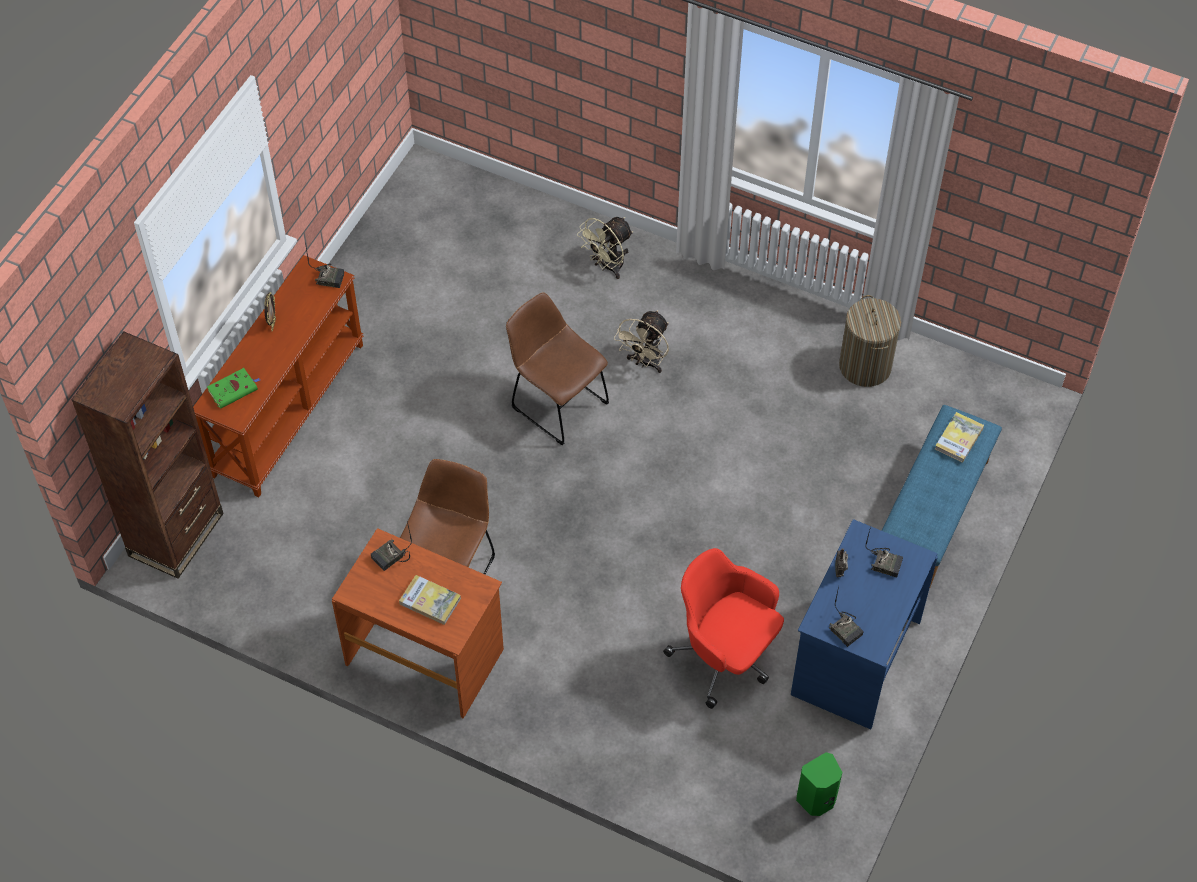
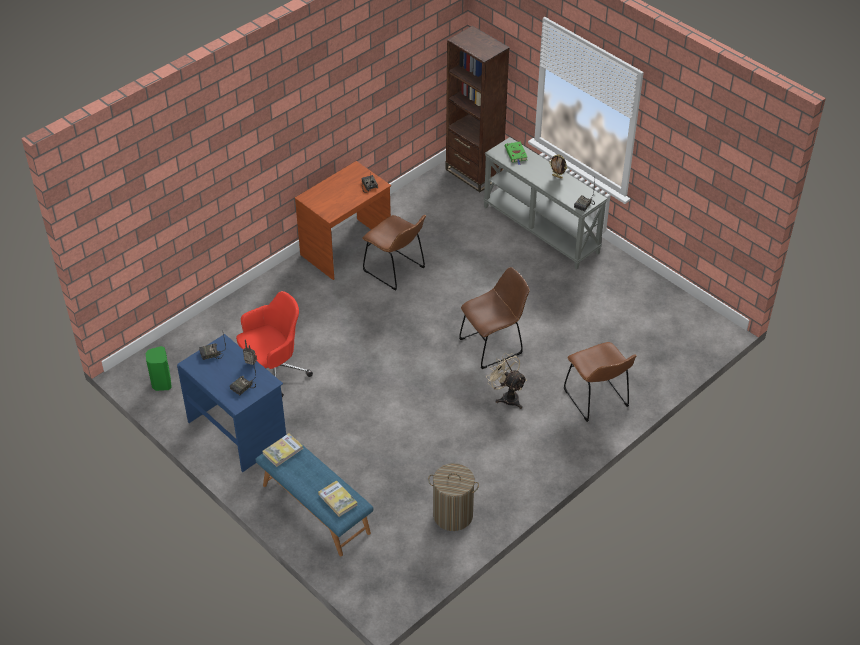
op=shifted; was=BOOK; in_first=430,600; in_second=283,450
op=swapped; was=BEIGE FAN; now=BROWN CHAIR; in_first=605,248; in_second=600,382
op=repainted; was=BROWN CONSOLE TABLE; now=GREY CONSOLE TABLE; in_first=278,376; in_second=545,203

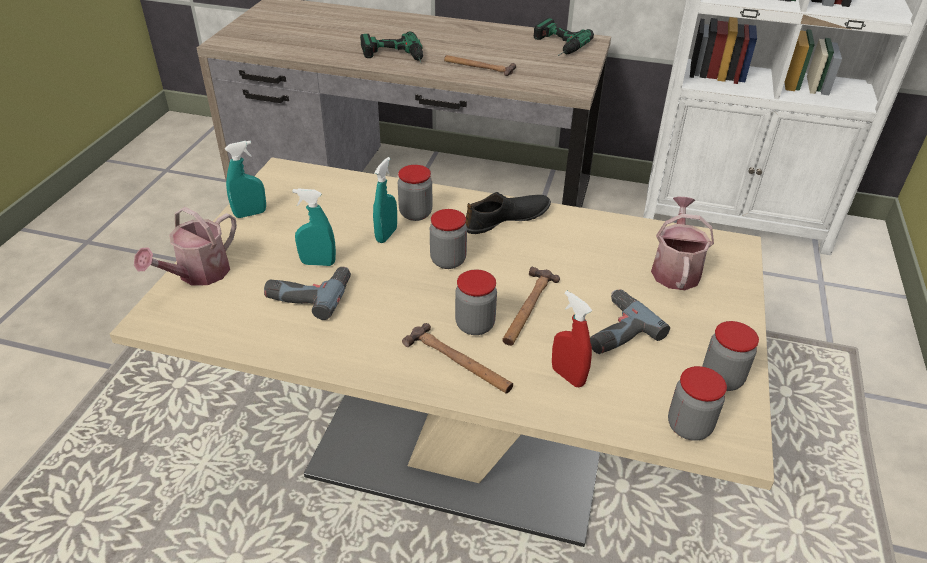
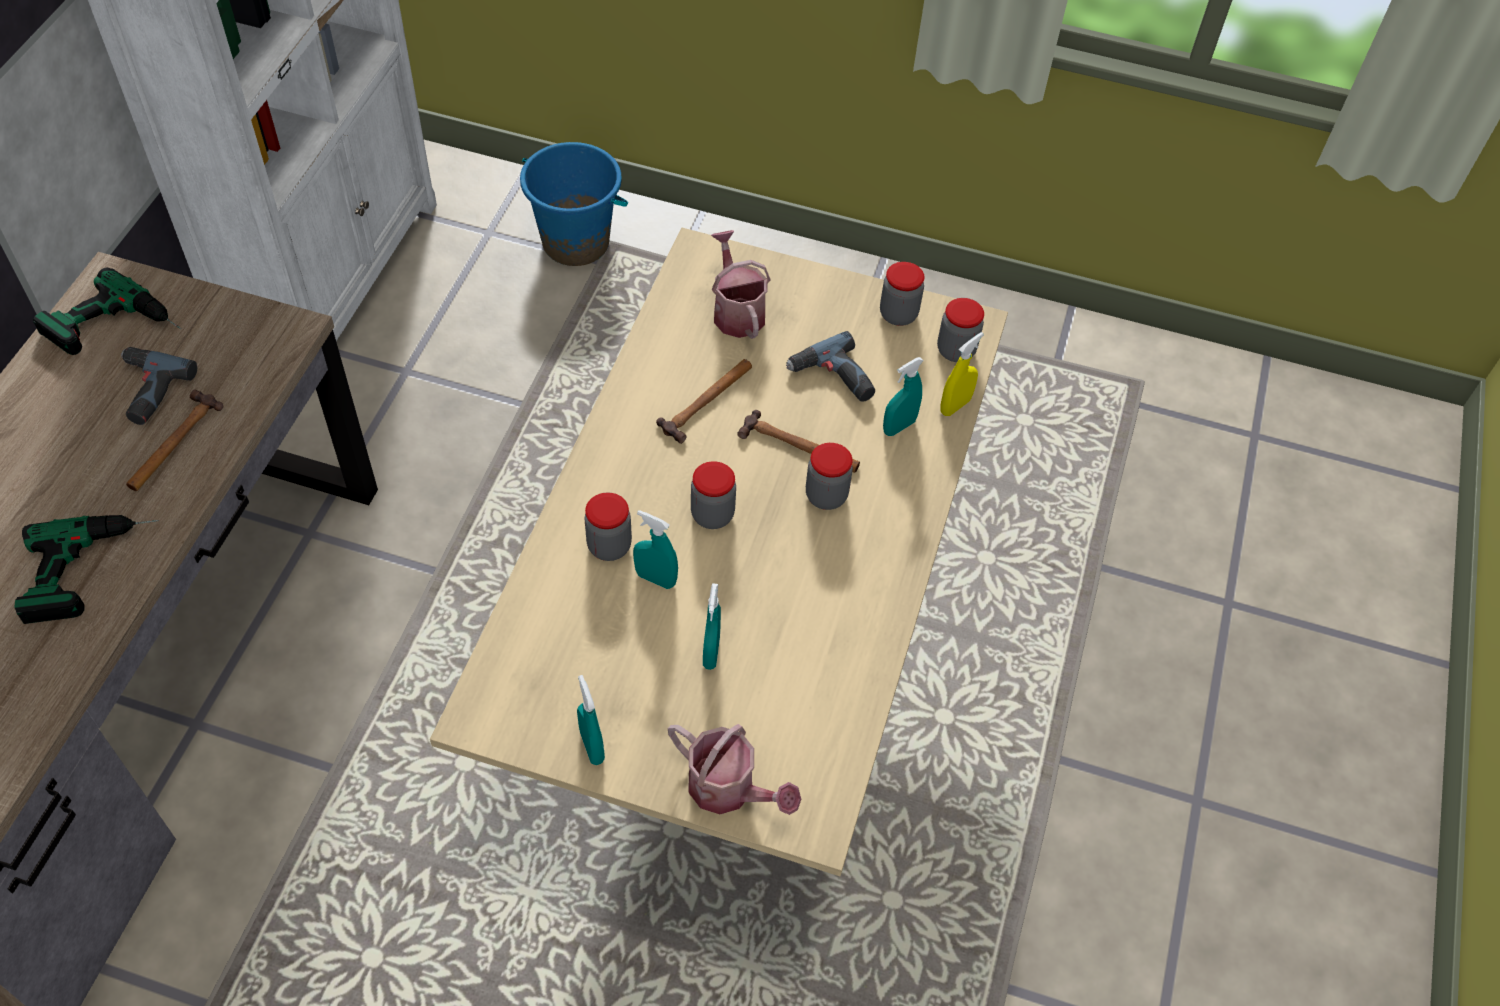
op=gone; was=BLACK SHOE; in_first=508,213
op=new; now=BLUE BUCKET; in_second=574,204
op=new; now=YELLOW SPRAY BOTTLE; in_second=962,374
op=shifted; was=POWER DRILL; in_first=307,293; in_second=159,386
op=shifted; was=HAMMER; in_first=457,358; in_second=704,401
op=repainted; was=RED SPRAY BOTTLE; now=TURQUOISE SPRAY BOTTLE; in_first=572,339; in_second=903,396
op=rotated; was=WATERING CAN; in_first=682,243; in_second=741,284; clockwise=60

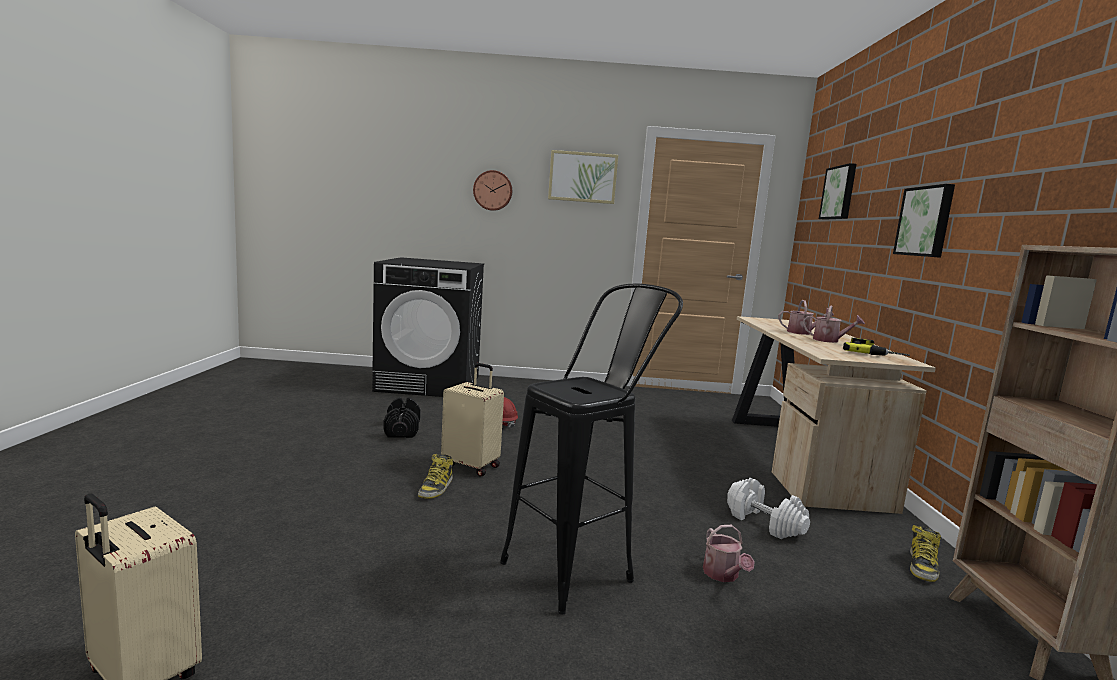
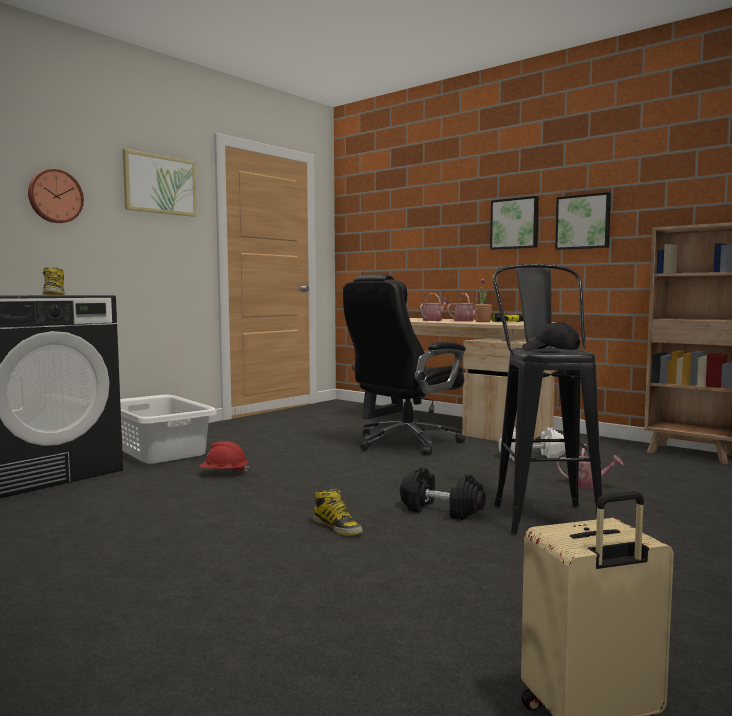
op=gone; was=BEIGE SUITCASE; in_first=472,420
op=new; now=WHITE LAUNDRY BASKET; in_second=168,429
op=new; now=BLACK OFFICE CHAIR; in_second=404,365
op=new; now=POTTED PLANT; in_second=483,300
op=new; now=BLACK CAP; in_second=551,336
op=shifted; was=BLACK DUMBBELL; in_first=402,417; in_second=443,494
op=shifted; was=PICTURE; in_first=837,191; in_second=583,221
op=shifted; was=BOOT; in_first=925,553; in_second=54,281

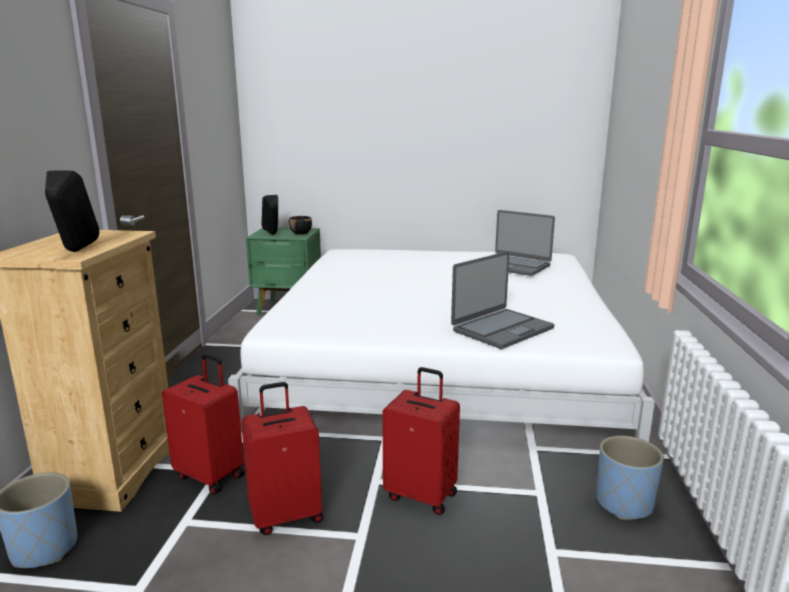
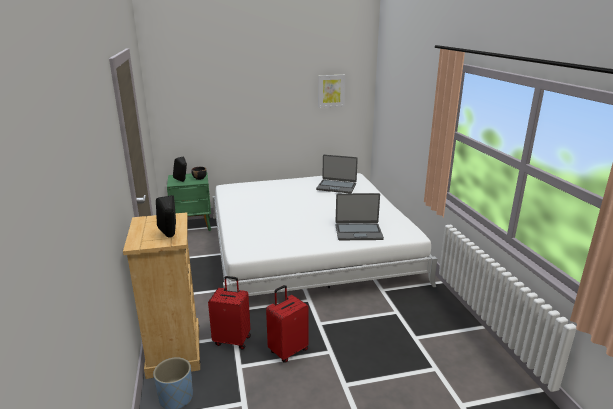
op=gone; was=RED SUITCASE; in_first=421,441
op=gone; was=BLUE PLANTER; in_first=630,478
op=new; now=PICTURE; in_second=331,91
op=rotated; was=LAPTOP; in_first=502,300; in_second=360,216; clockwise=60

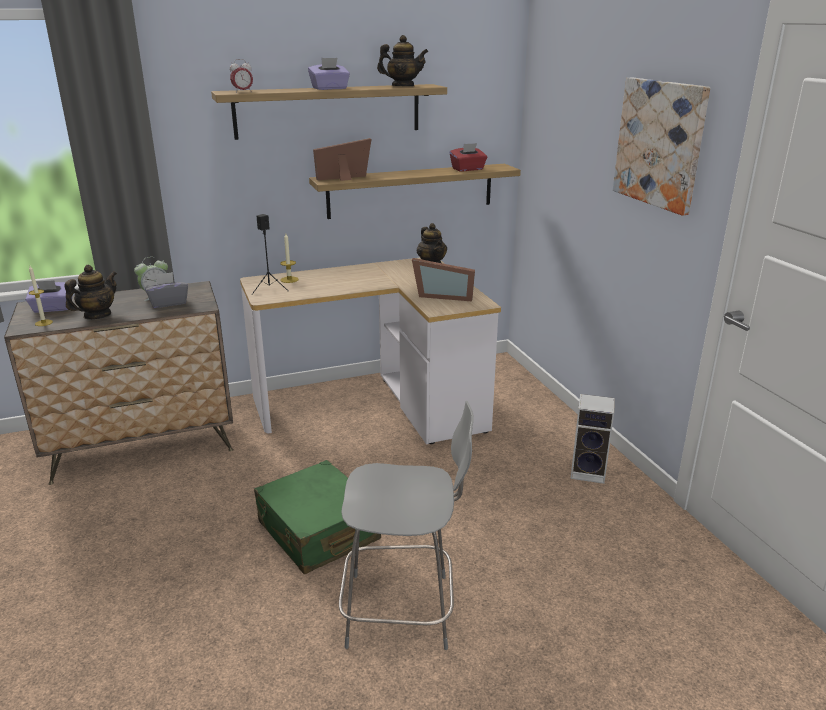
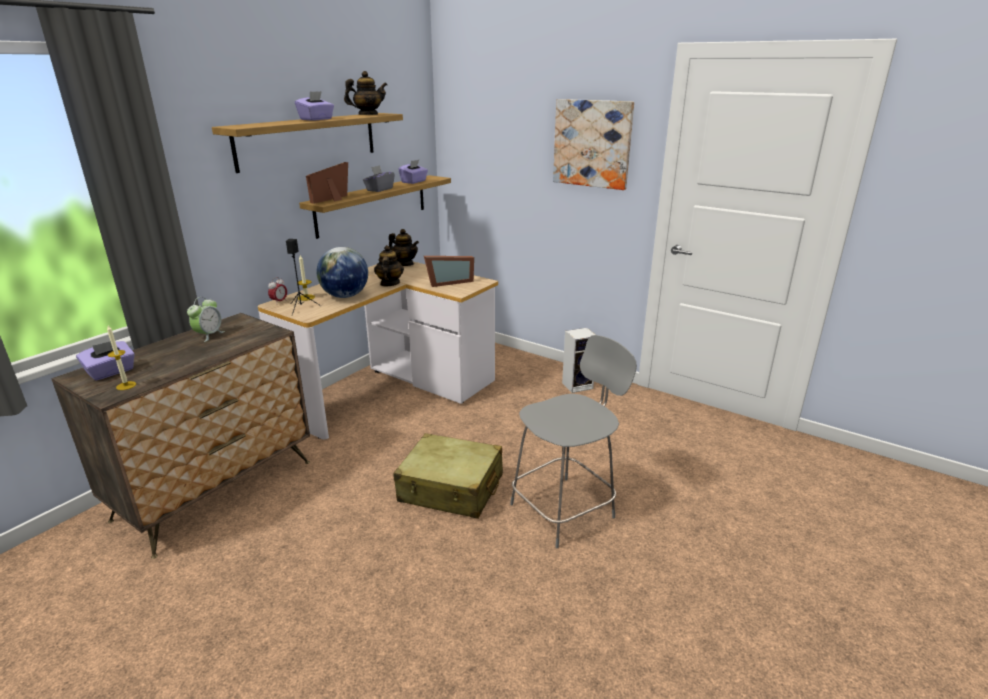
op=new; now=GLOBE; in_second=342,272
op=shifted; was=TEAPOT; in_first=91,292; in_second=389,266
op=shifted; was=GREY TISSUE BOX; in_first=166,290; in_second=379,178
op=shifted; was=ALARM CLOCK; in_first=241,76; in_second=277,291
op=repainted; was=GREEN SUITCASE; now=BEIGE SUITCASE; in_first=317,517; in_second=448,476
op=repainted; was=RED TISSUE BOX; now=PURPLE TISSUE BOX; in_first=468,157; in_second=413,172

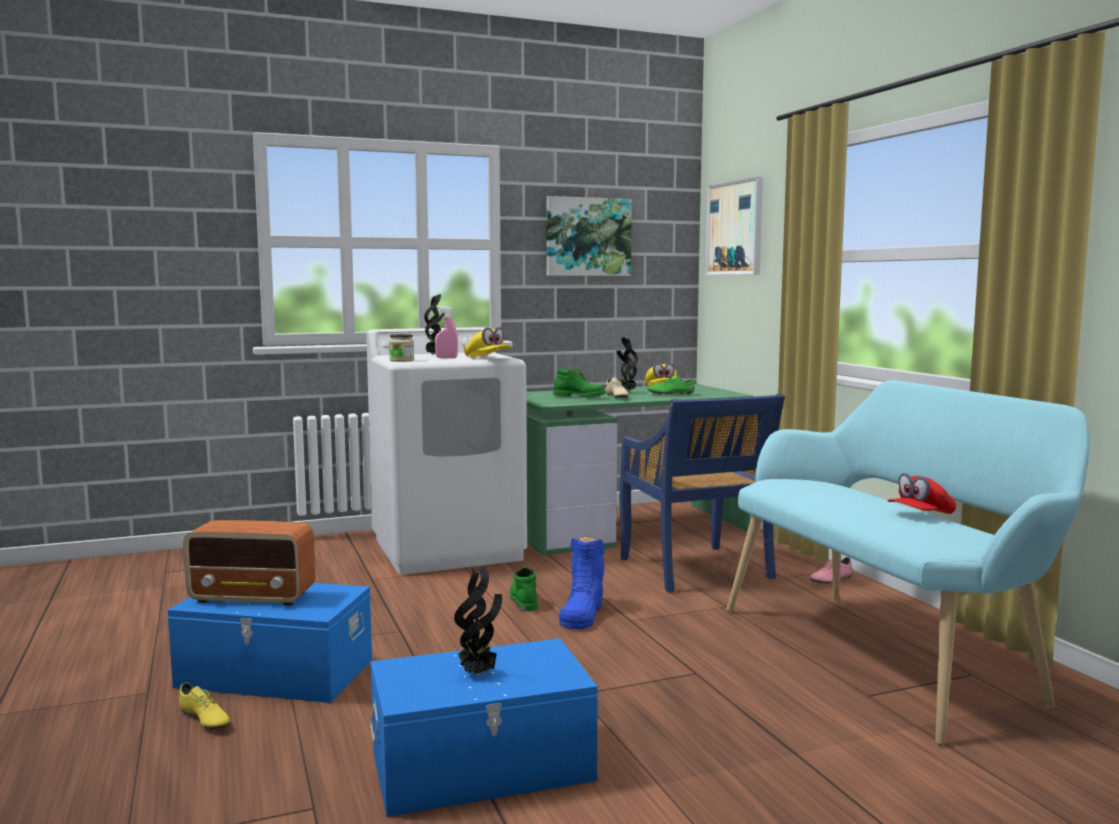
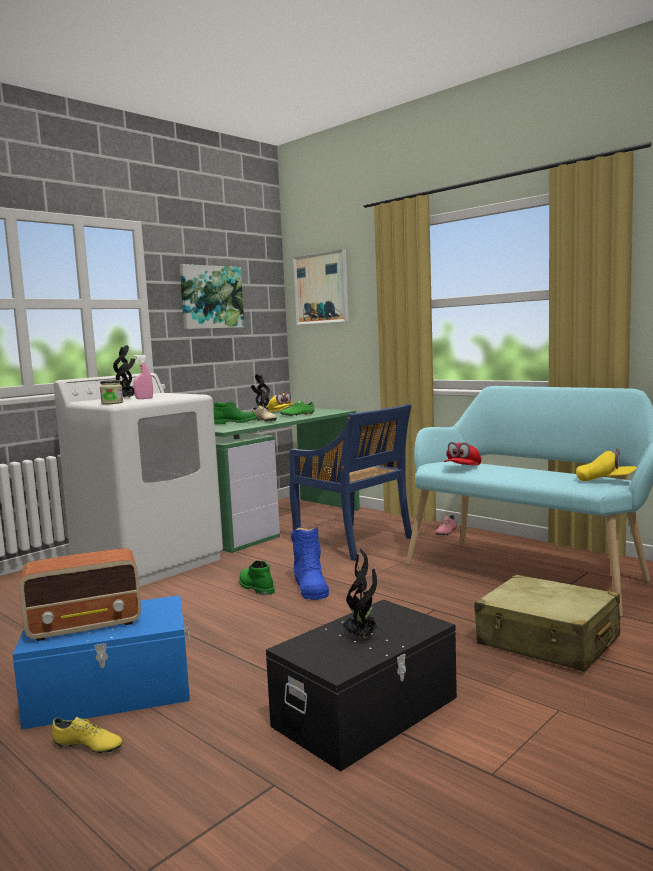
op=new; now=BEIGE SUITCASE; in_second=547,623
op=shifted; was=YELLOW CAP; in_first=487,342; in_second=606,464
op=shifted; was=RED CAP; in_first=921,493; in_second=463,453
op=repainted; was=BLUE STORAGE BOX; now=BLACK STORAGE BOX; in_first=484,727; in_second=361,685

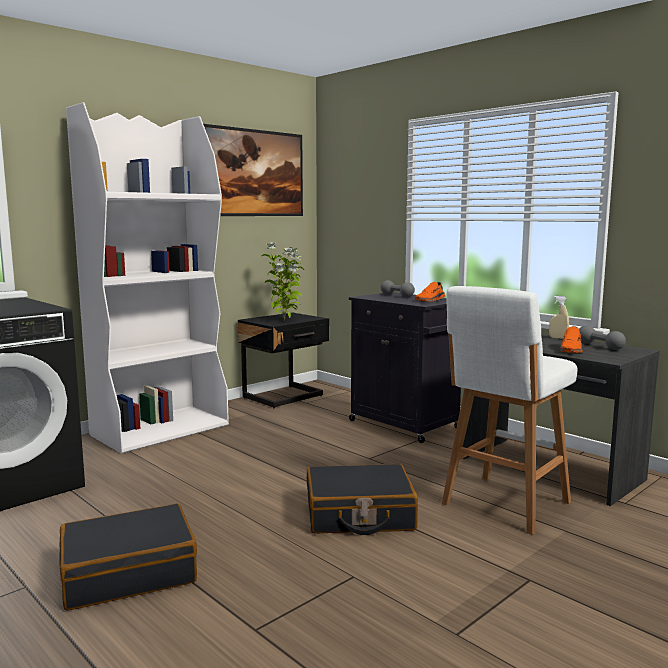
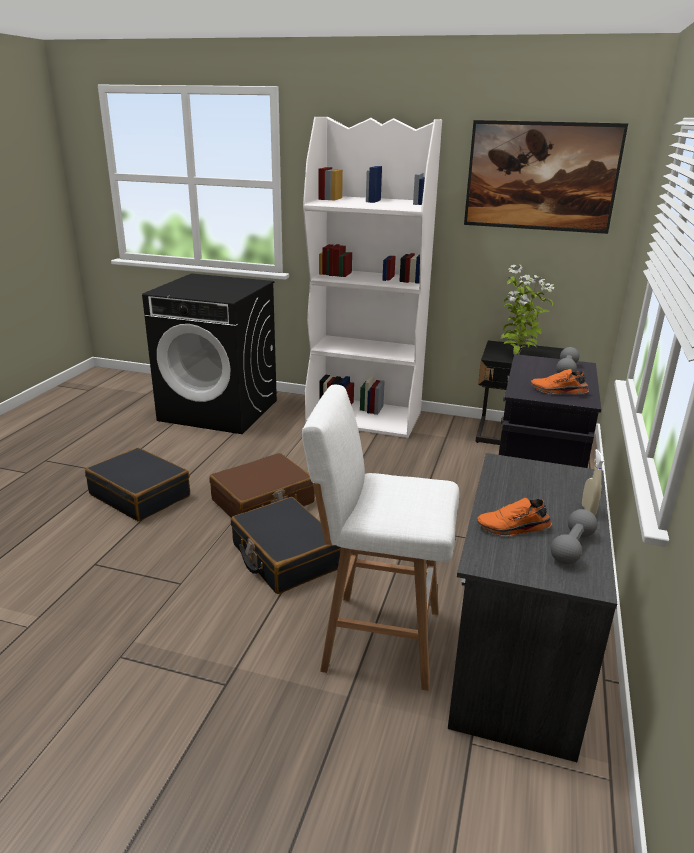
op=new; now=BROWN SUITCASE; in_second=262,485

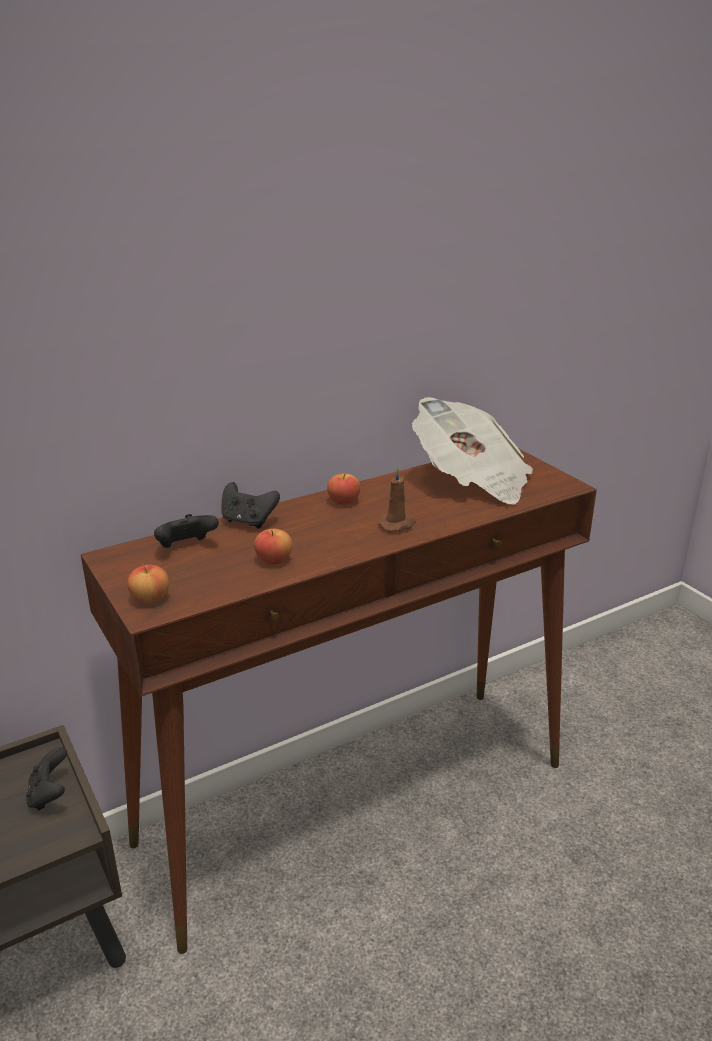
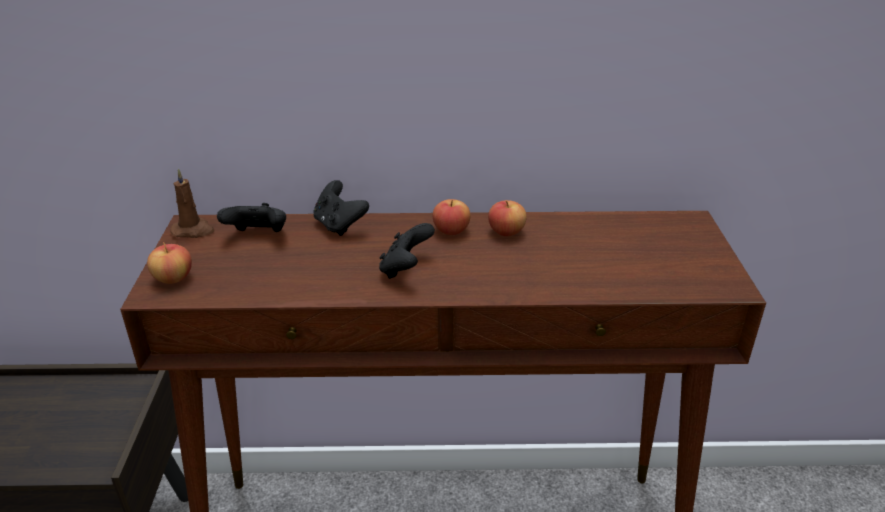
op=gone; was=NEWSPAPER; in_first=472,451
op=shifted; was=BLACK GAME CONTROLLER; in_first=46,779; in_second=407,251
op=shifted; was=APPLE; in_first=273,546; in_second=507,218
op=shifted; was=BROWN CANDLE; in_first=397,499; in_second=192,203

